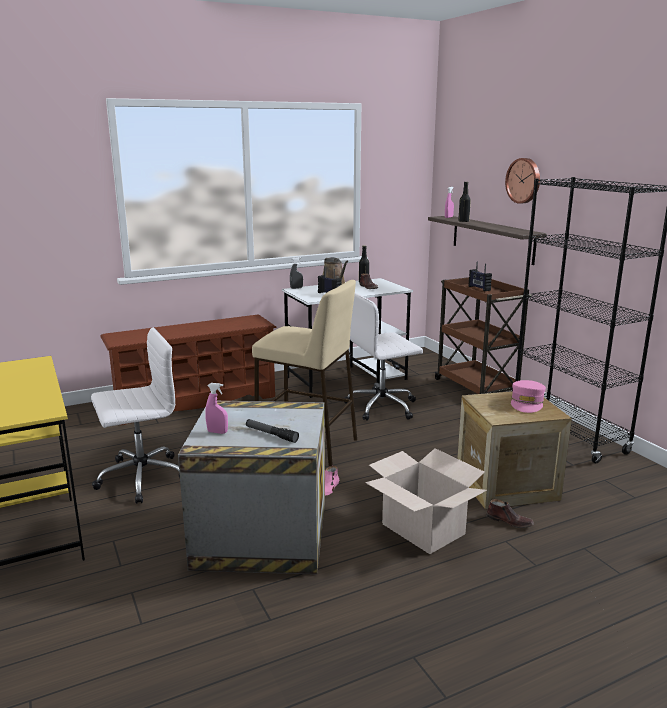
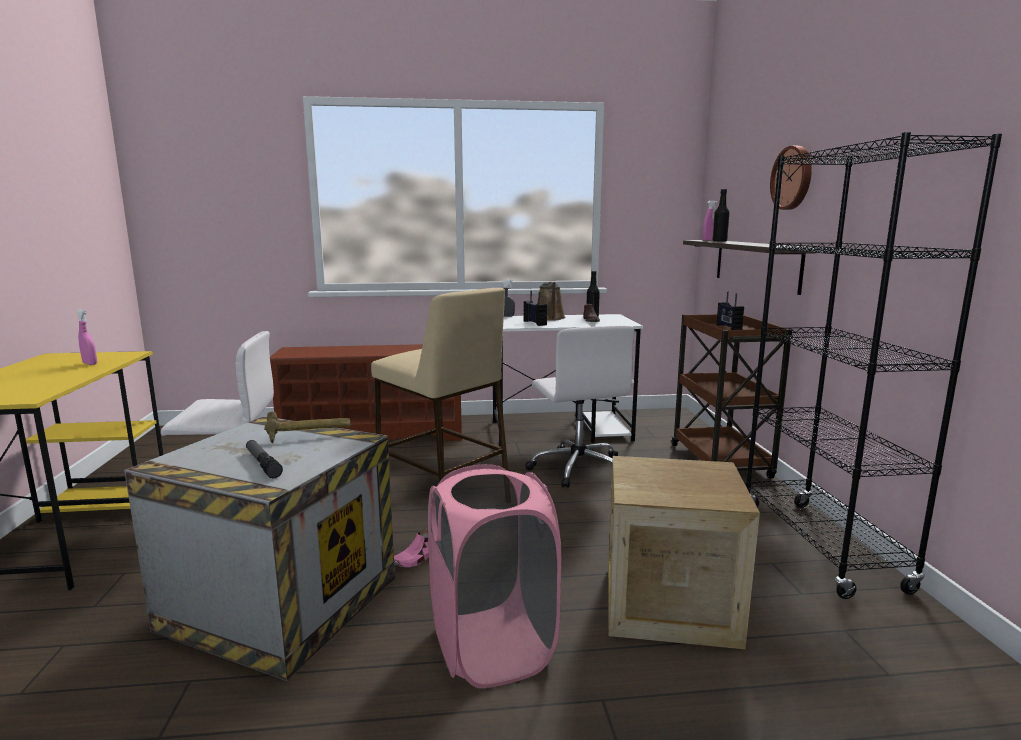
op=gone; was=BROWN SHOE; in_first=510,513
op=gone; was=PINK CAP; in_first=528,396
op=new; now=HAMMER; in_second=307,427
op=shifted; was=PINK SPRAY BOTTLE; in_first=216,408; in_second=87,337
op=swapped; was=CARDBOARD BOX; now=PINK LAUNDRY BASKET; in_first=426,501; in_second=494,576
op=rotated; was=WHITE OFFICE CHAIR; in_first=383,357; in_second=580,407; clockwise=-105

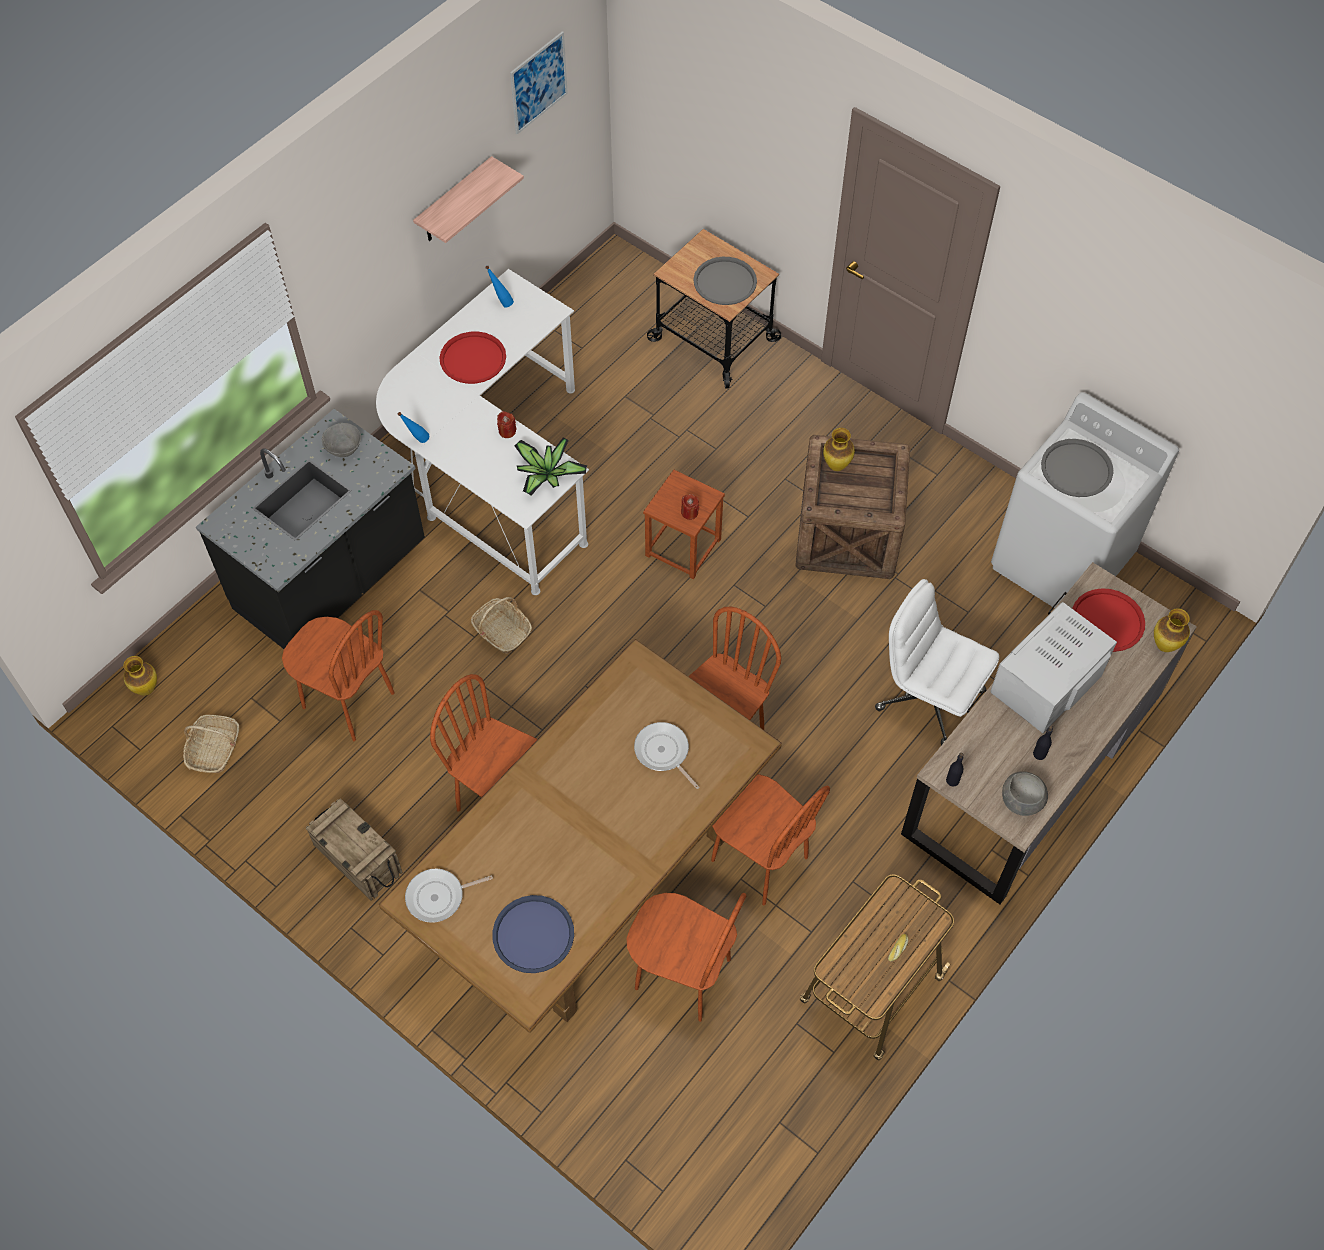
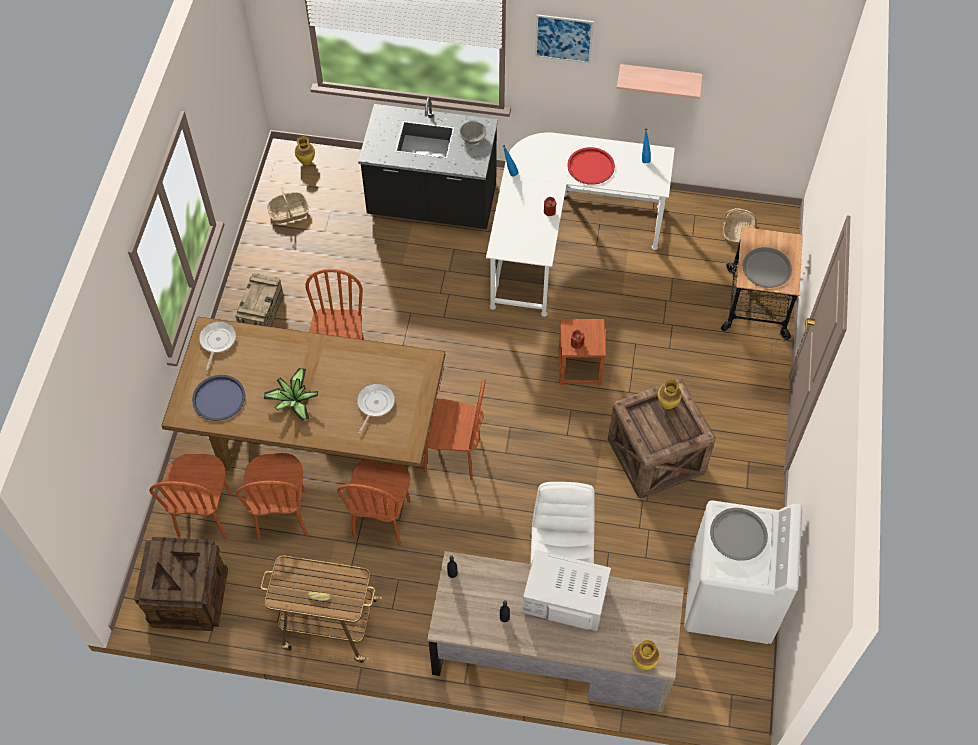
op=gone; was=GREY BOWL; in_first=1025,793
op=gone; was=RED TRAY; in_first=1108,620
op=new; now=CRATE; in_second=181,584
op=shifted; was=BROWN CHAIR; in_first=338,675; in_second=190,496
op=shifted; was=BASKET; in_first=501,625; in_second=740,226
op=shifted; was=PICTURE; in_first=539,82; in_second=564,38
op=shifted; was=POTTED PLANT; in_first=551,467; in_second=291,394
op=rotated; was=FRYING PAN; in_first=449,896; in_second=217,346; clockwise=60

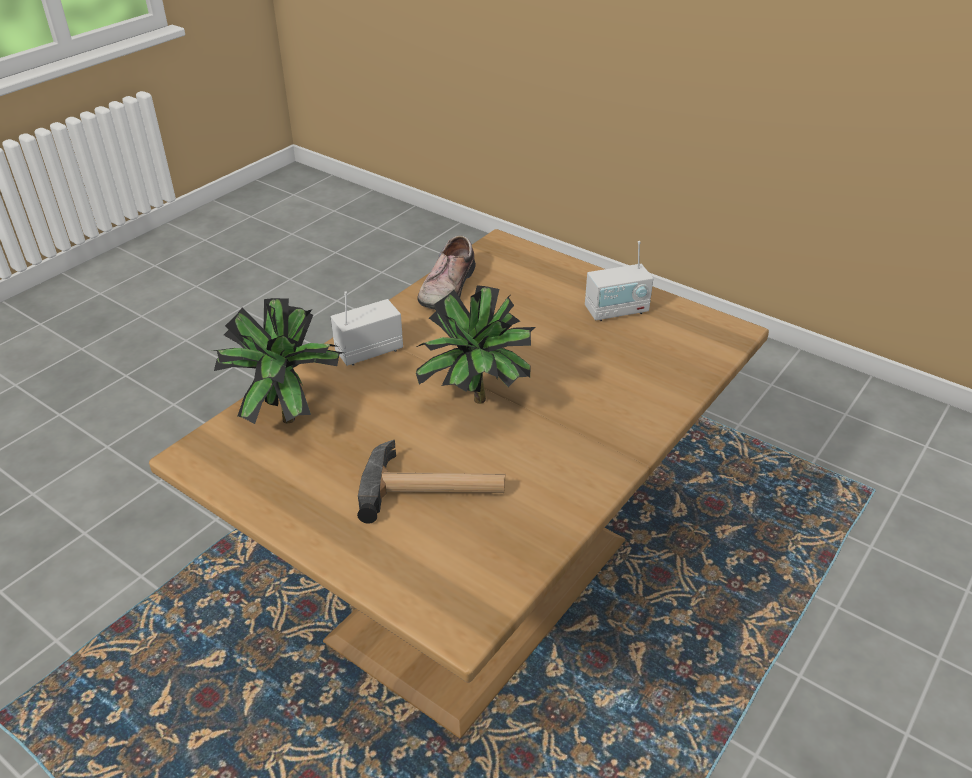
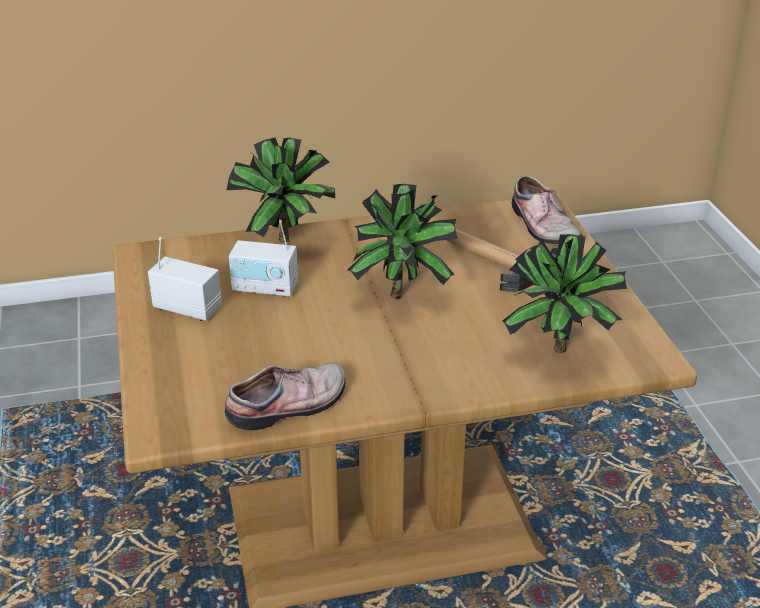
op=new; now=POTTED PLANT; in_second=281,190
op=new; now=SHOE; in_second=547,209
op=shifted; was=RADIO; in_first=367,329; in_second=263,259

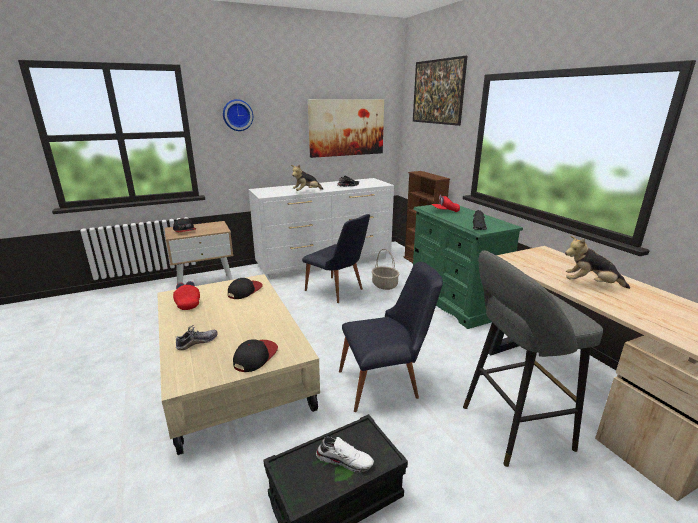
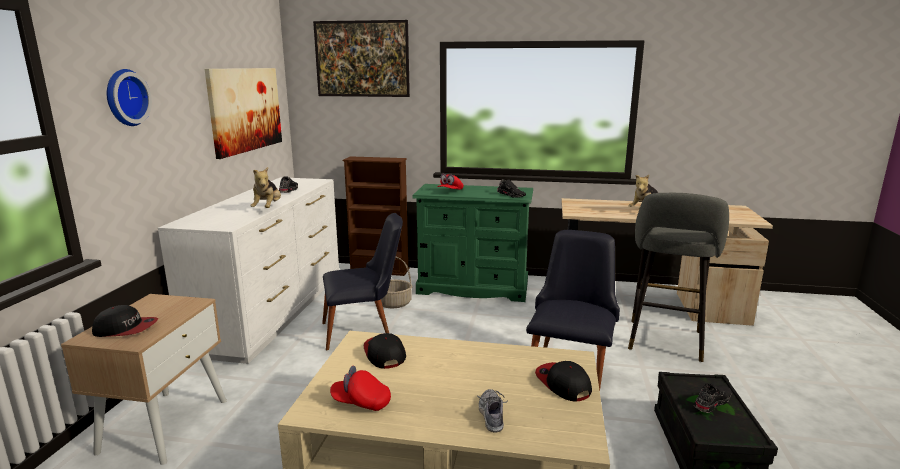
op=repainted; was=WHITE SHOE; now=BLACK SHOE; in_first=345,454; in_second=712,398

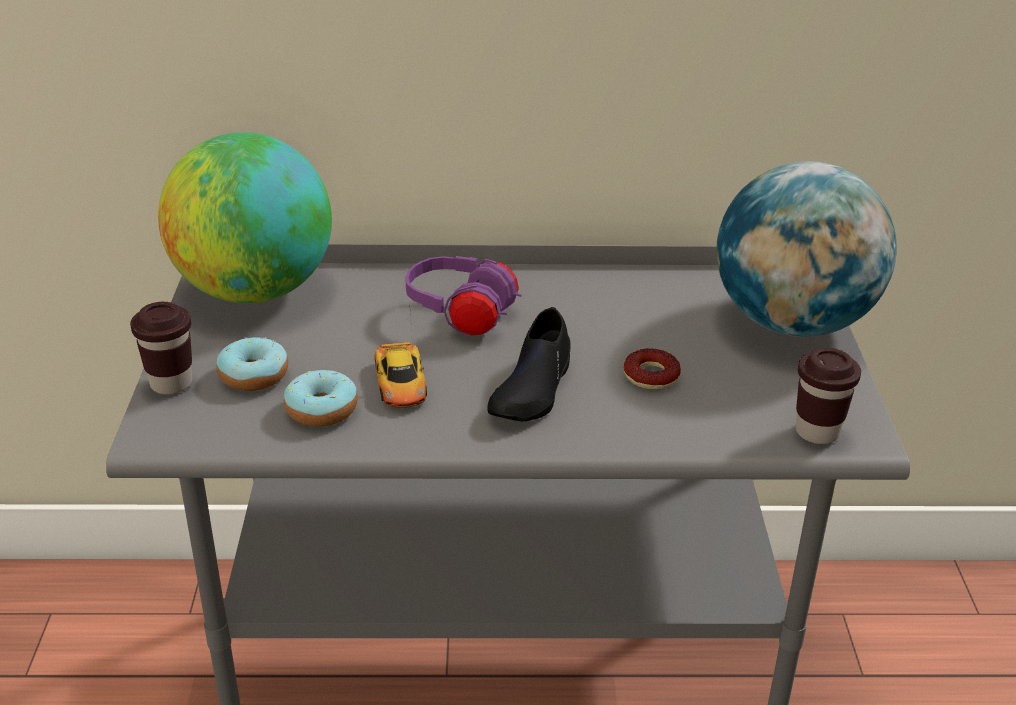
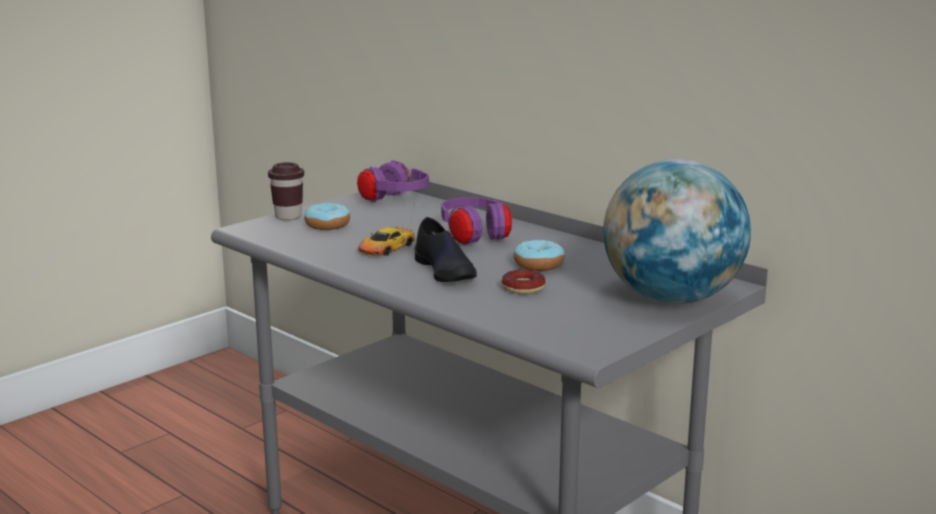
op=gone; was=BROWN CUP; in_first=828,395
op=shifted; was=DONUT; in_first=321,398; in_second=539,255
op=swapped; was=GLOBE; now=PURPLE HEADPHONES; in_first=245,217; in_second=393,181
op=rotated; was=BLACK SHOE; in_first=529,364; in_second=446,249; clockwise=-90

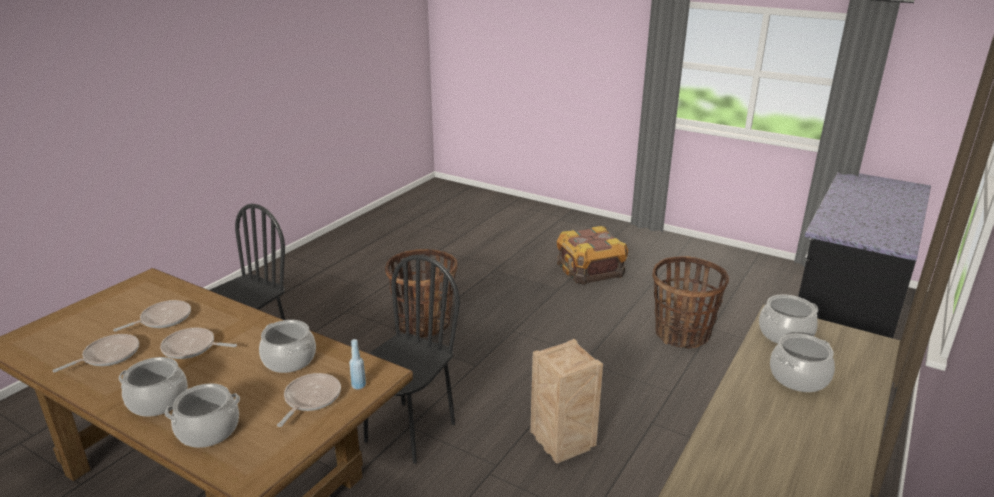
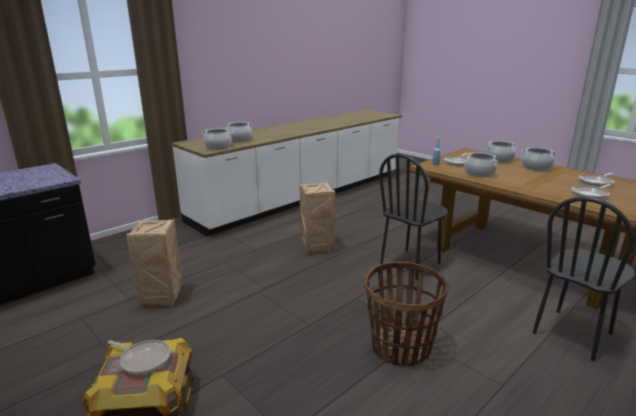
op=shifted; was=FRYING PAN; in_first=198,343; in_second=139,357
op=swapped; was=BASKET; now=CRATE; in_first=690,302; in_second=154,263

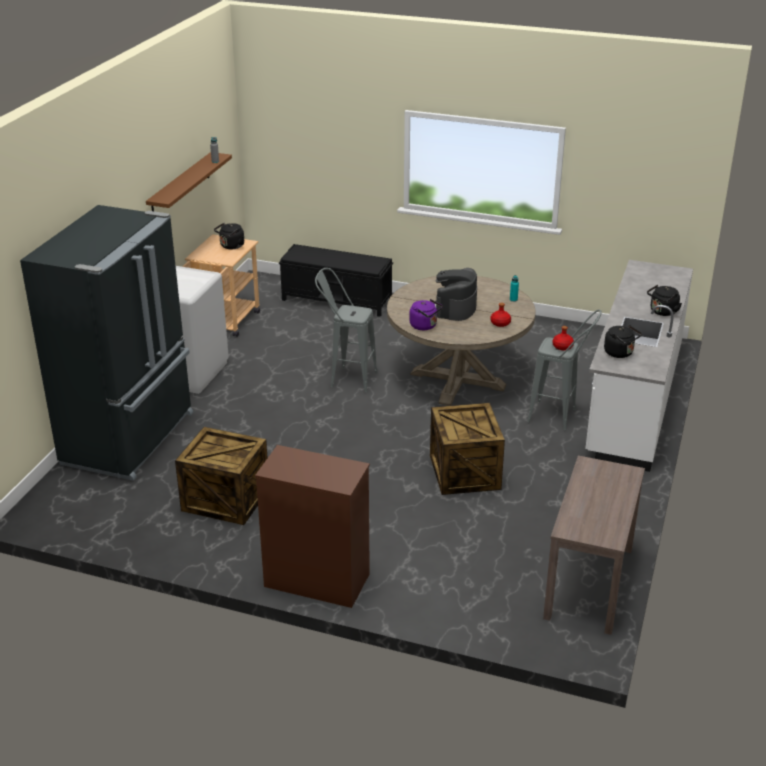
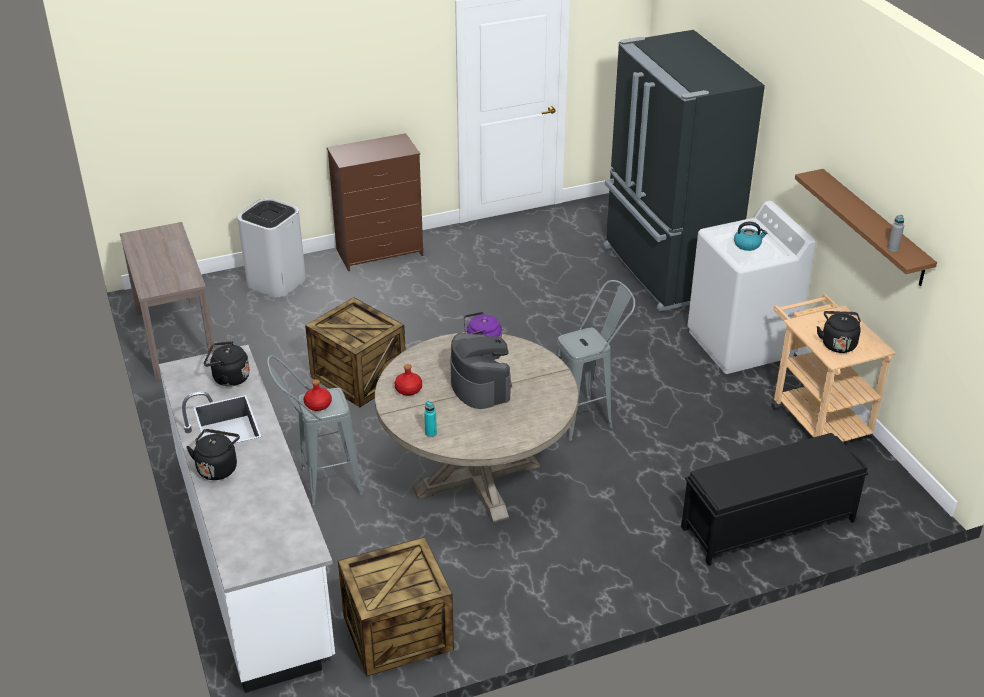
op=new; now=WHITE TRASH CAN; in_second=272,248
op=new; now=KETTLE; in_second=750,236
op=shifted; was=CRATE; in_first=221,476; in_second=396,607

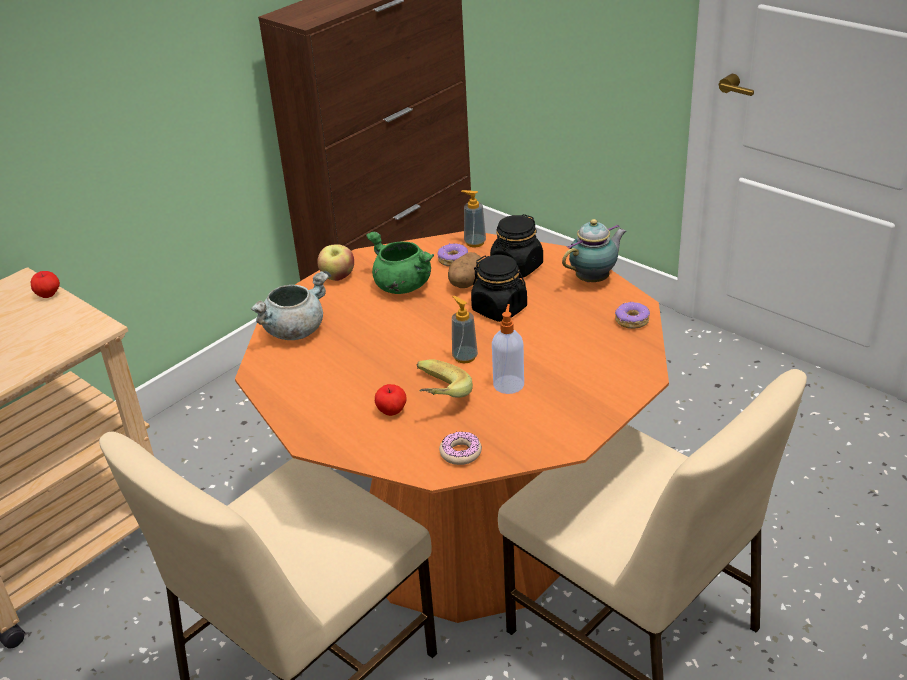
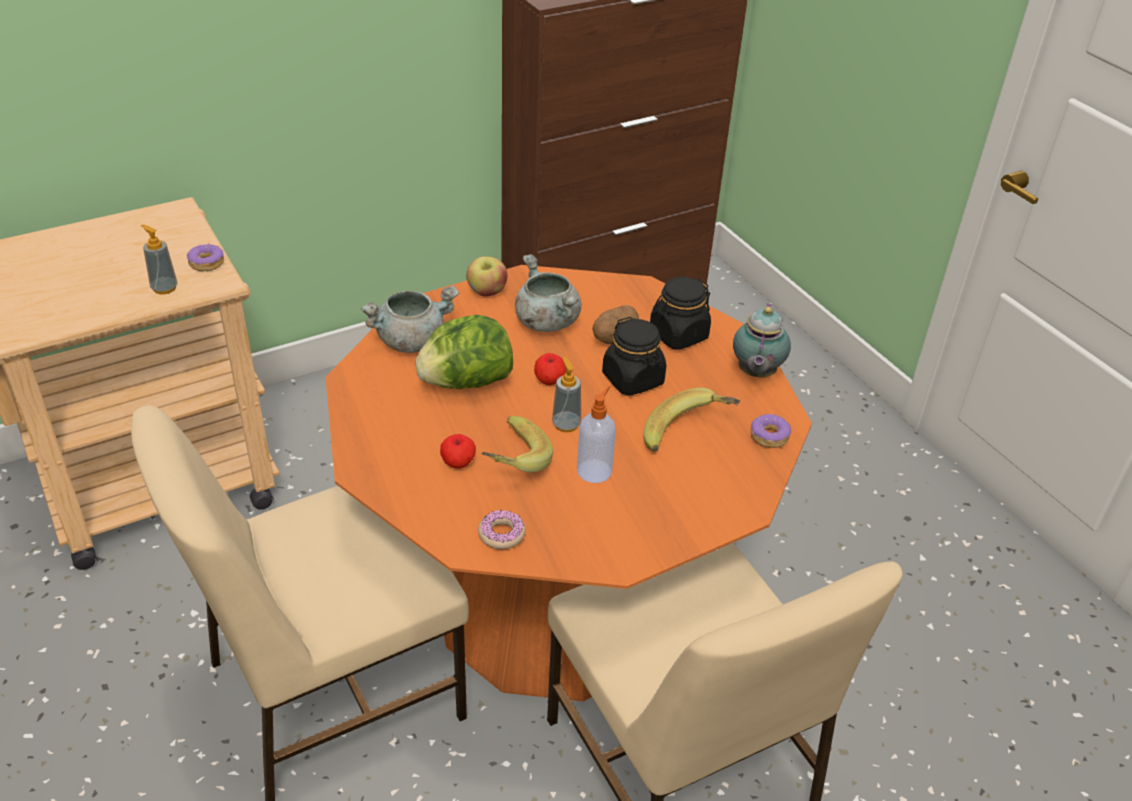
op=new; now=LETTUCE; in_second=464,352
op=new; now=BANANA; in_second=691,420
op=shifted; was=APPLE; in_first=45,284; in_second=550,369
op=shifted; was=DONUT; in_first=453,255; in_second=205,257
op=shifted; was=SOAP DISPENSER; in_first=473,218; in_second=159,259
op=repainted; was=GREEN COOKING POT; now=GREY COOKING POT; in_first=400,263; in_second=548,293
op=rotated; was=TEAPOT; in_first=594,250; in_second=762,340; clockwise=120

